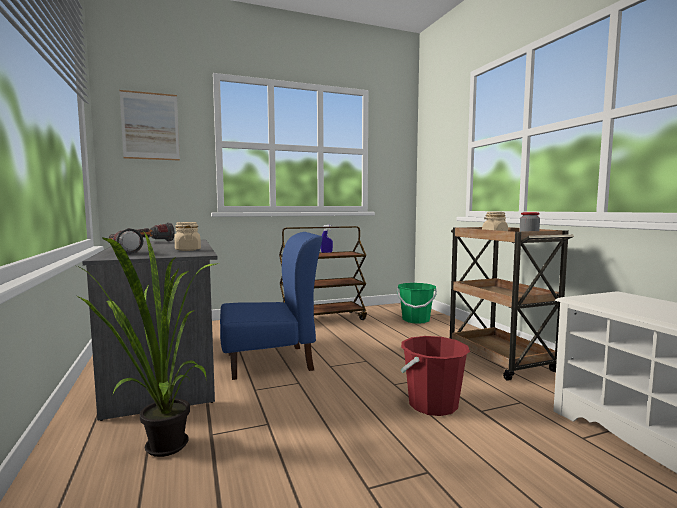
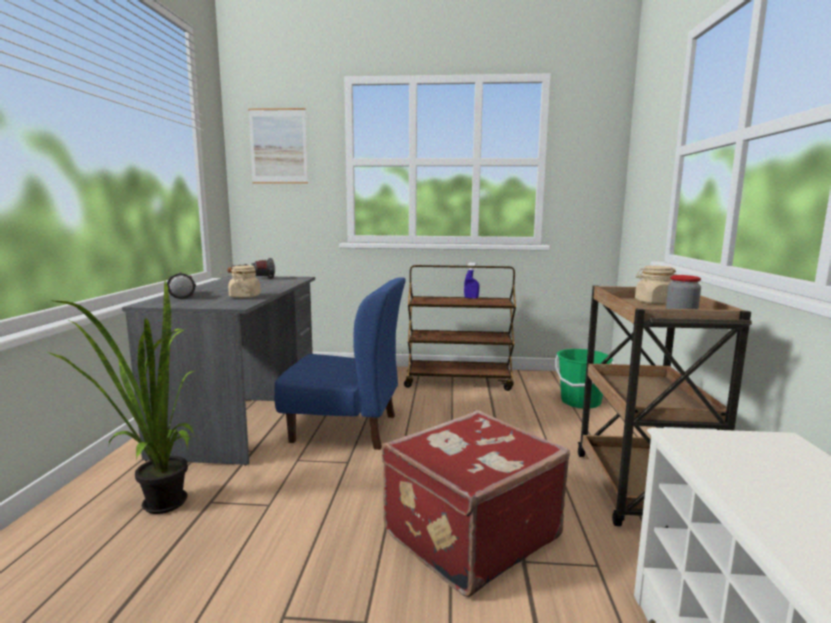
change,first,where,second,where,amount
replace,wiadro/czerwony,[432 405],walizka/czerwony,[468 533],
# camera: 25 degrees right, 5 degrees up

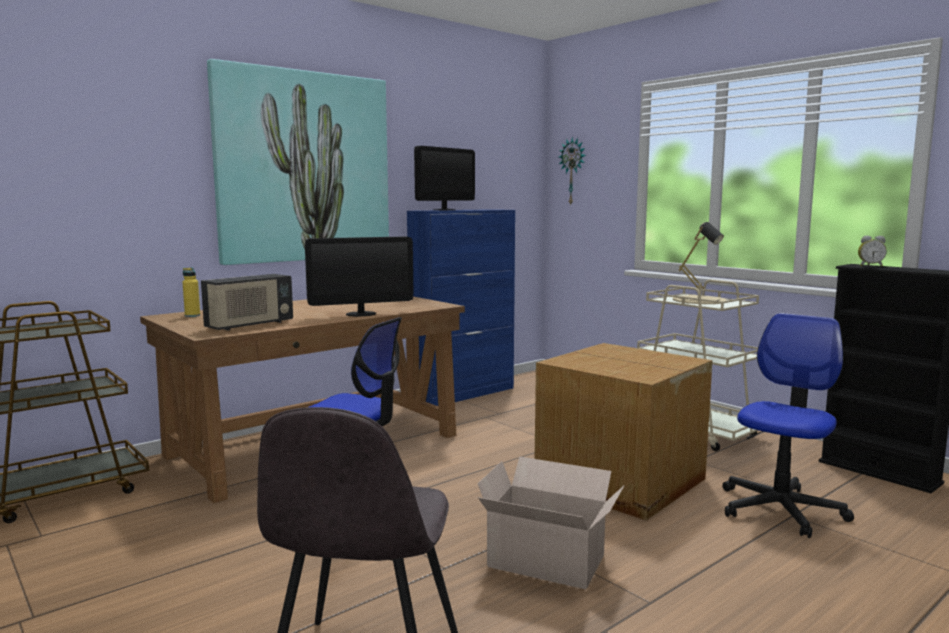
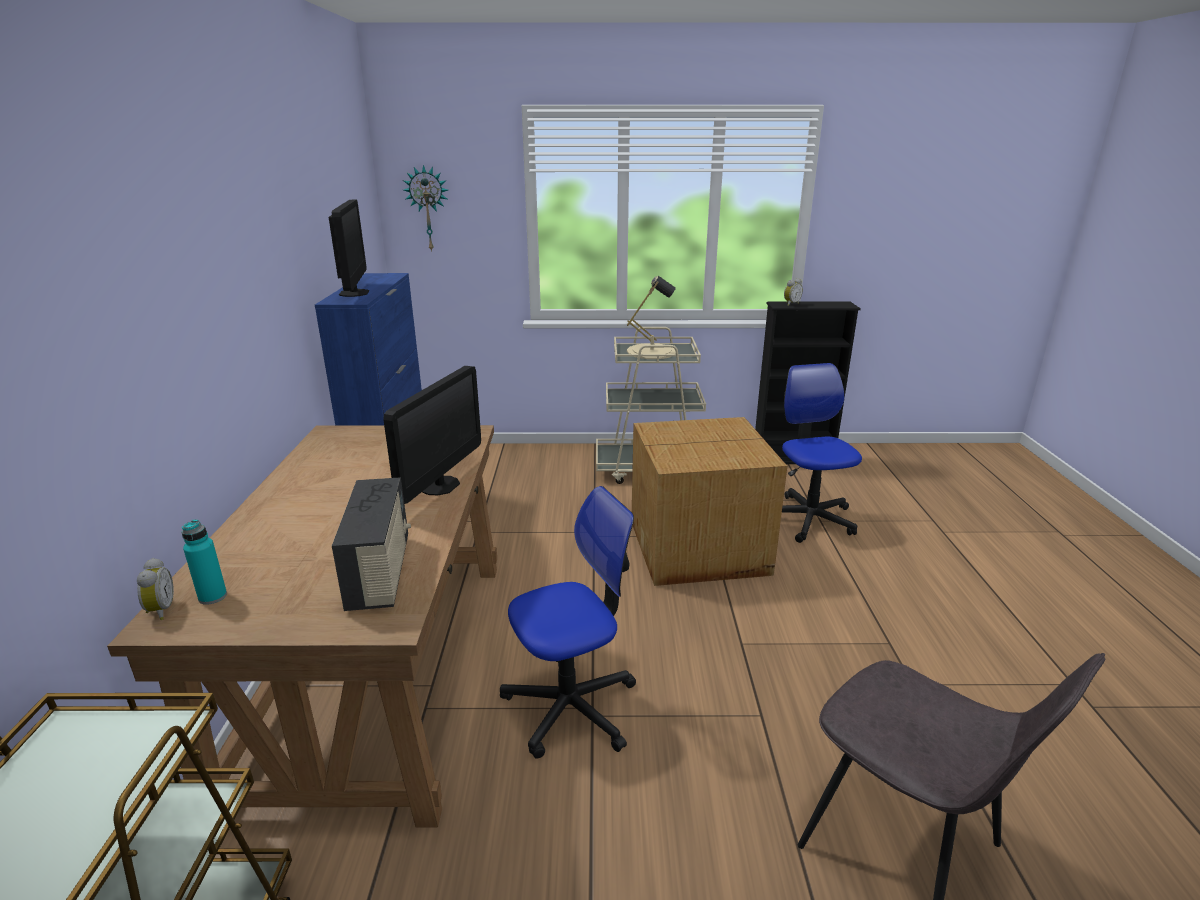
change,first,where,second,where,amount
delete,obraz,[304 167],,,
delete,karton,[549 562],,,
insert,,,budzik,[159 611],
recolor,butelka/żółty,[192 315],butelka/turkusowy,[212 597],
# camera: 50 degrees left, 15 degrees up

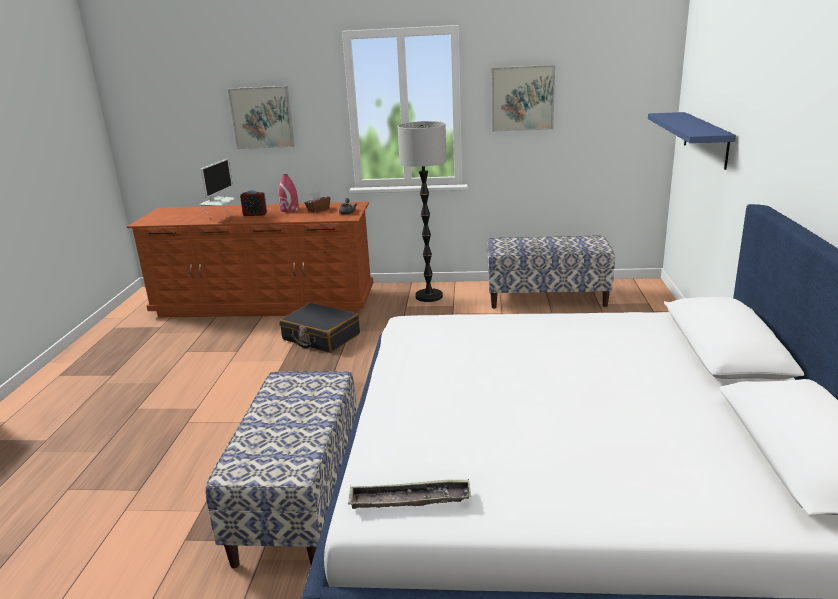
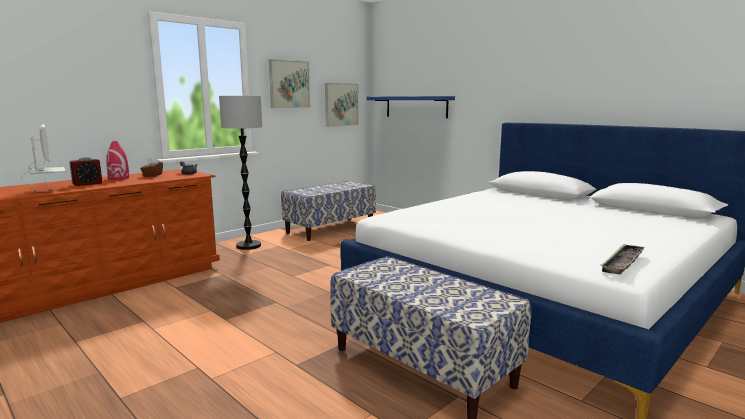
change,first,where,second,where,amount
delete,walizka/czarny,[321 337],,,
move,obraz,[262 117],,[341 104],
# camera: 50 degrees left, 10 degrees down

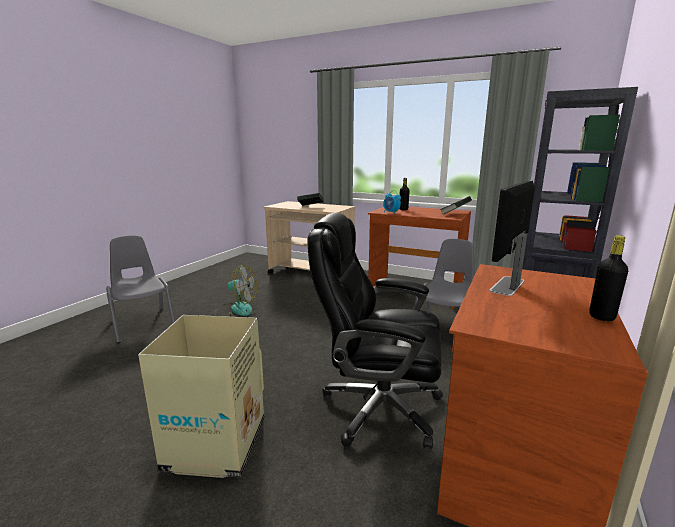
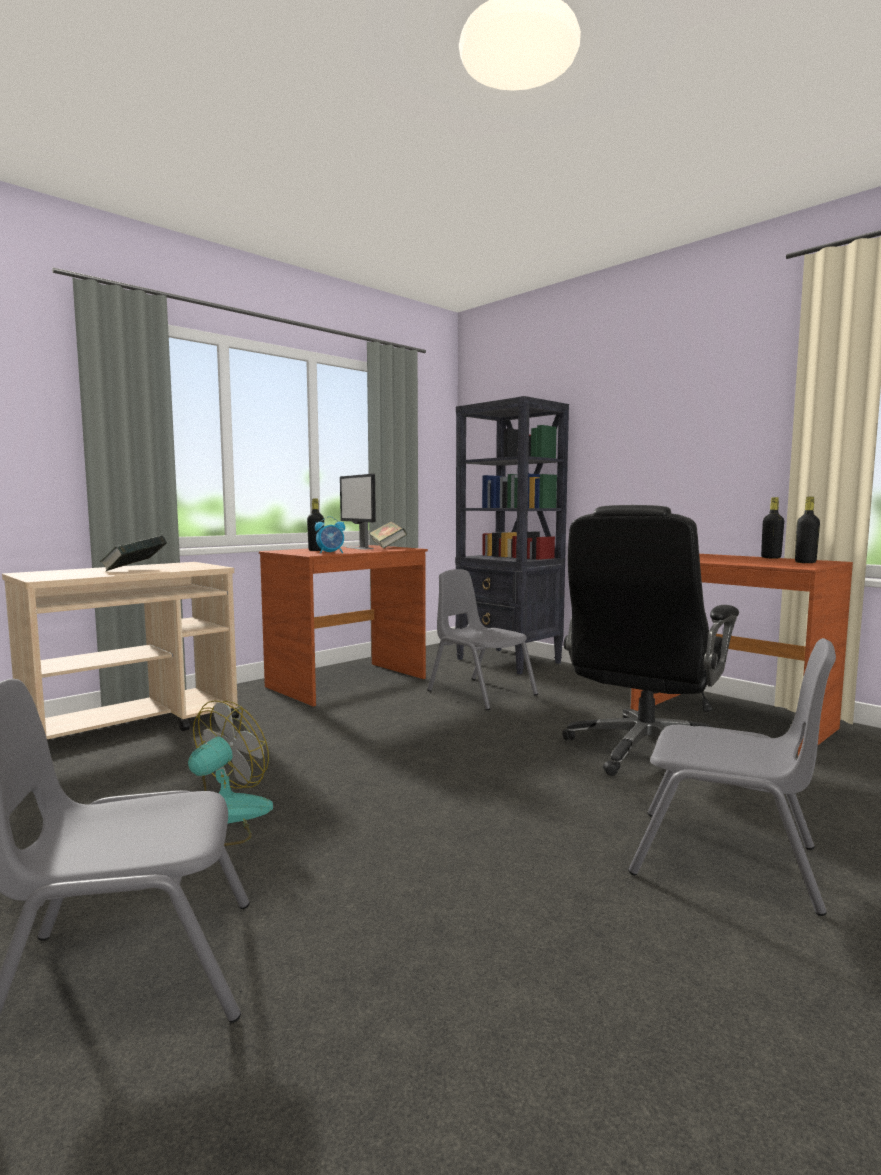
change,first,where,second,where,amount
insert,,,butelka/czarny,[805 562],
move,monitor,[507 286],,[359 548],
replace,karton,[214 445],krzesło/szary,[725 860],
# camera: 70 degrees left, 10 degrees down

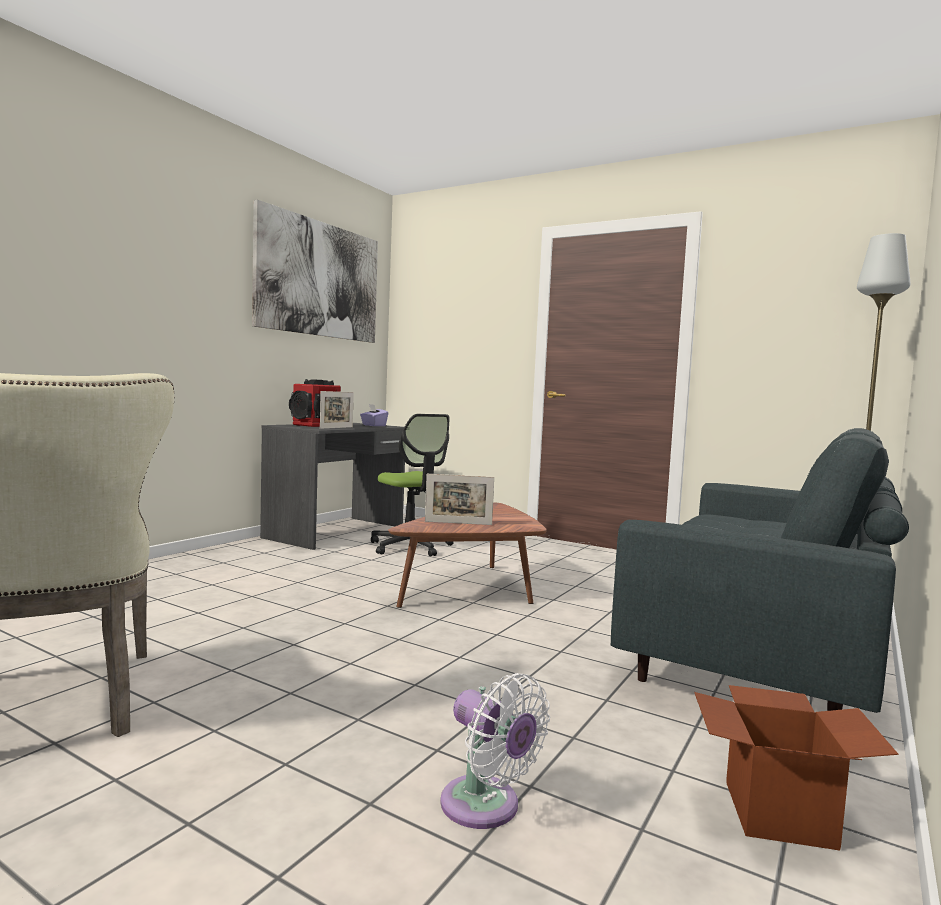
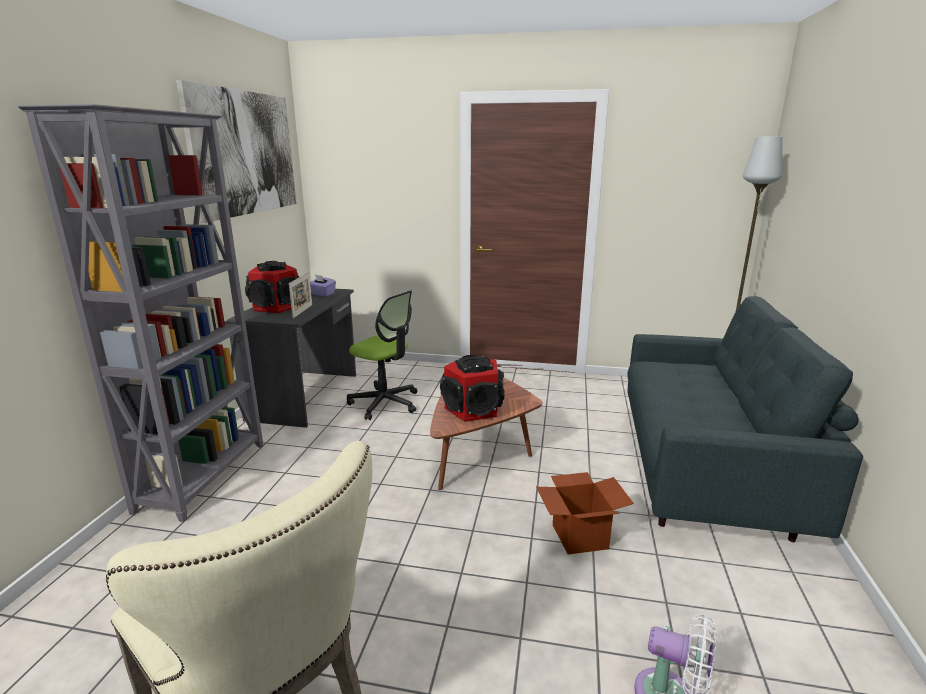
change,first,where,second,where,amount
insert,,,regał/szary,[205 476],
move,karton,[779 814],,[580 536],
replace,ramka na zdjęcie,[458 523],głośnik,[473 409],
# camera: 20 degrees left, 15 degrees up

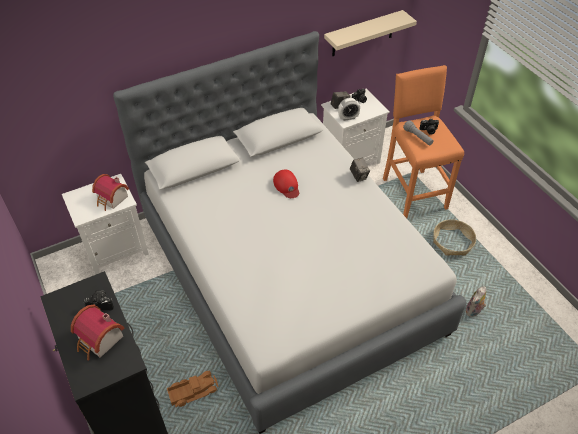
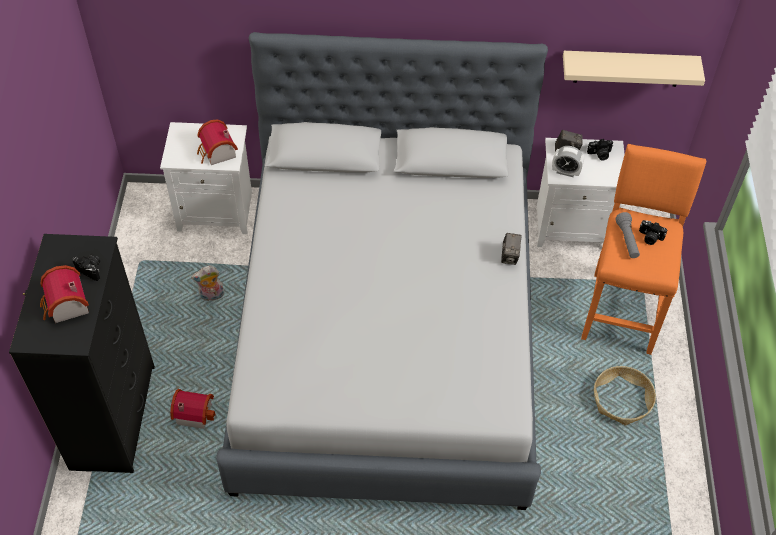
change,first,where,second,where,amount
delete,czapka z daszkiem/czerwony,[286 186],,,
move,pluszak,[473 311],,[211 296],
replace,ciężarówka zabawkowa,[192 391],domek,[194 412],
# camera: 30 degrees right, 5 degrees up

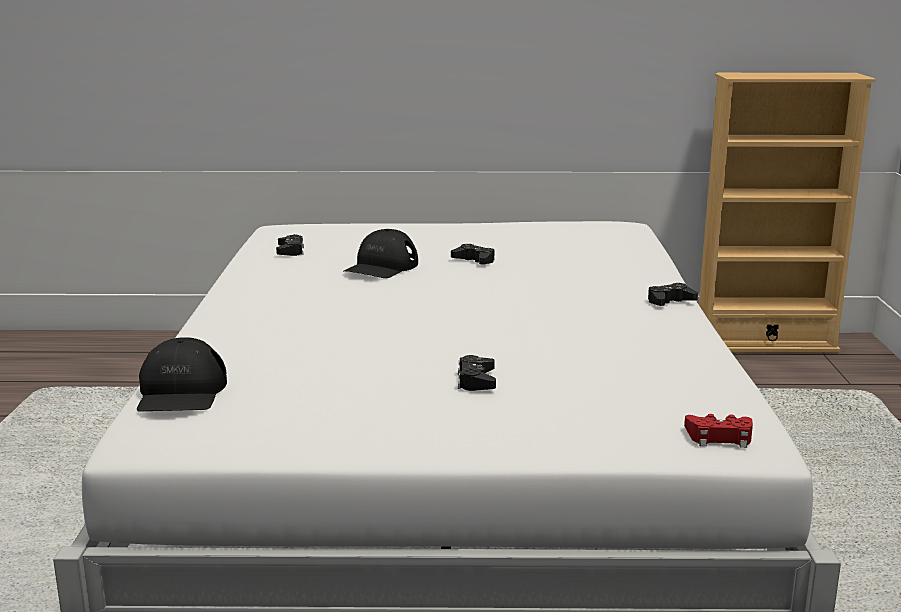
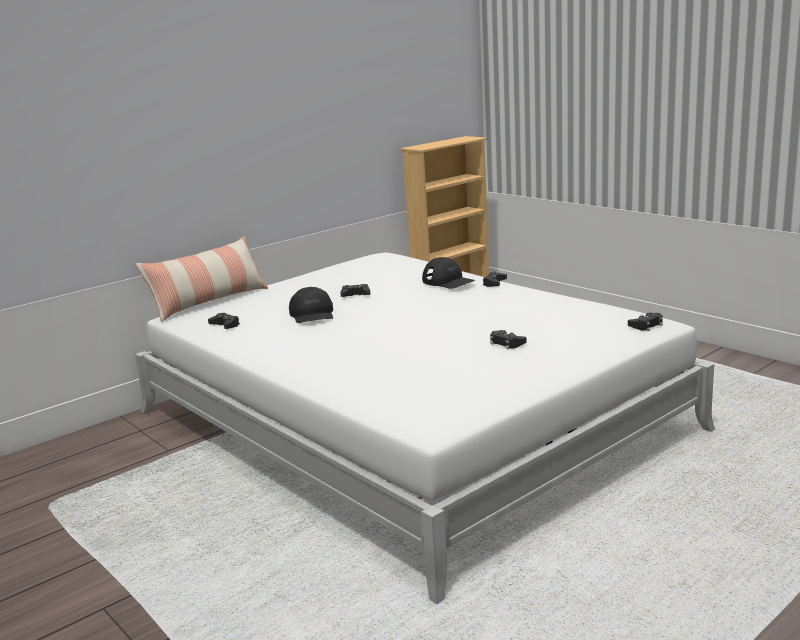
change,first,where,second,where,amount
insert,,,poduszka,[209 302],
move,czapka z daszkiem/czarny,[181 392],,[448 281],
recolor,pad do gier/czerwony,[719 437],pad do gier/czarny,[646 325],
# camera: 40 degrees left, 0 degrees up

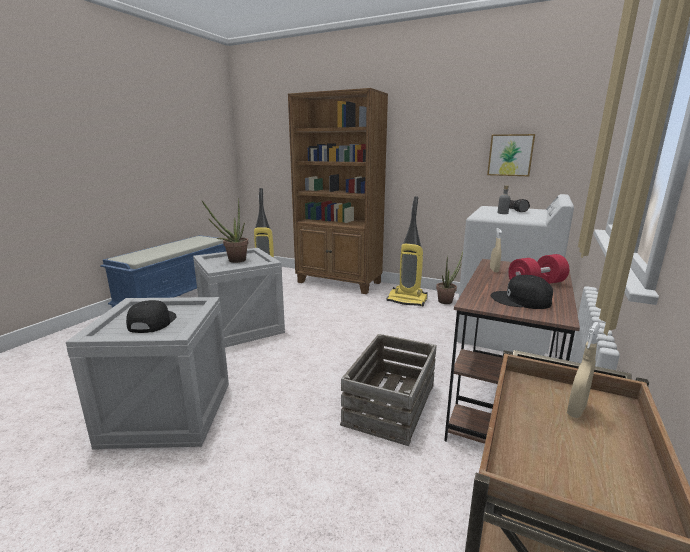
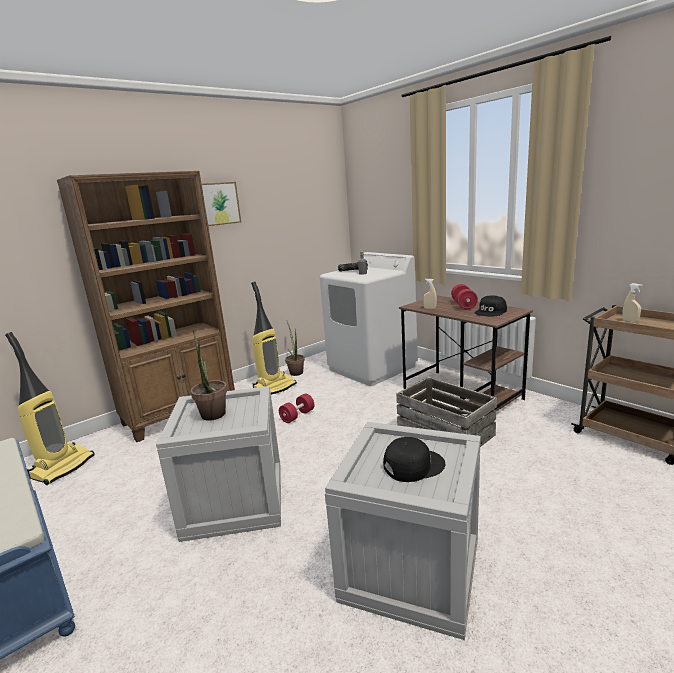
change,first,where,second,where,amount
insert,,,hantel/czerwony,[297 416],
move,obraz,[510 155],,[218 204],
rotate,czapka z daszkiem/czarny,[151 322],,[413 465],135 degrees clockwise
# camera: 65 degrees left, 0 degrees up

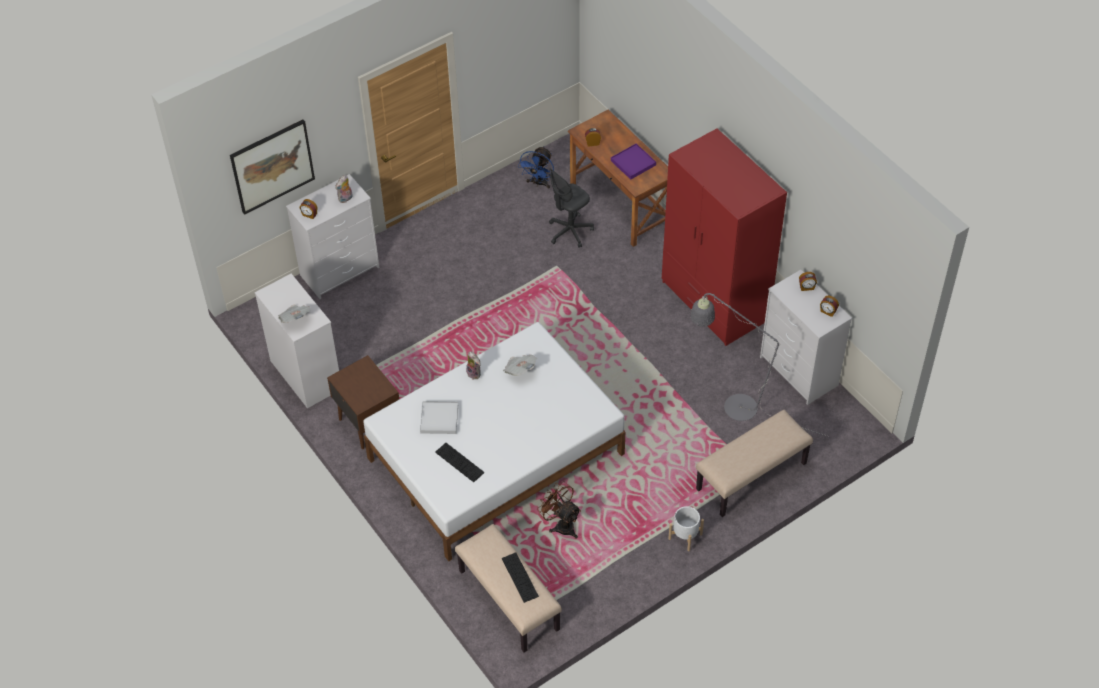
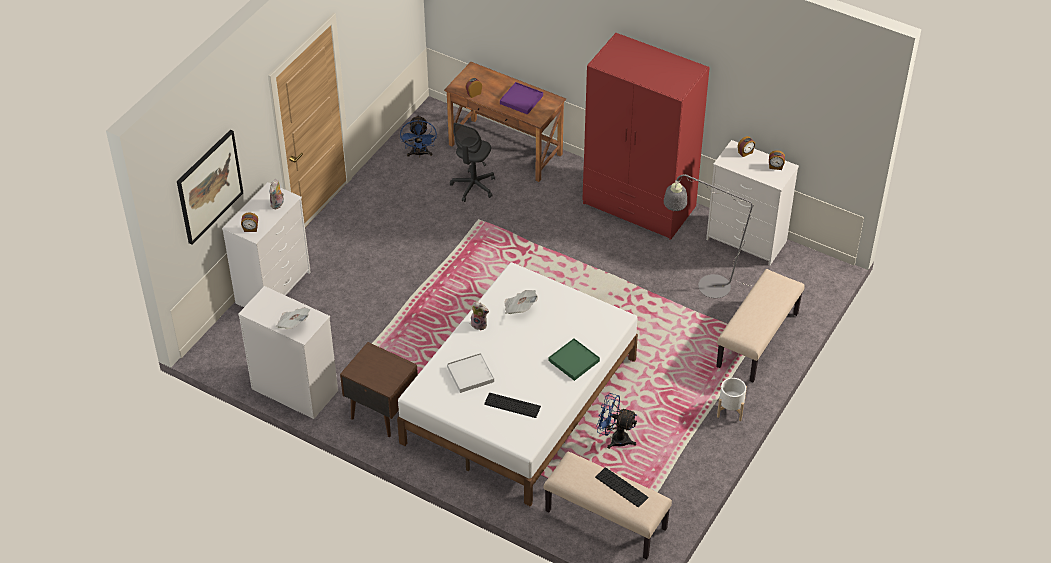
change,first,where,second,where,amount
insert,,,taca/zielony,[574 361],
recolor,wentylator/brązowy,[561 525],wentylator/niebieski,[615 438],
# camera: 25 degrees left, 5 degrees down

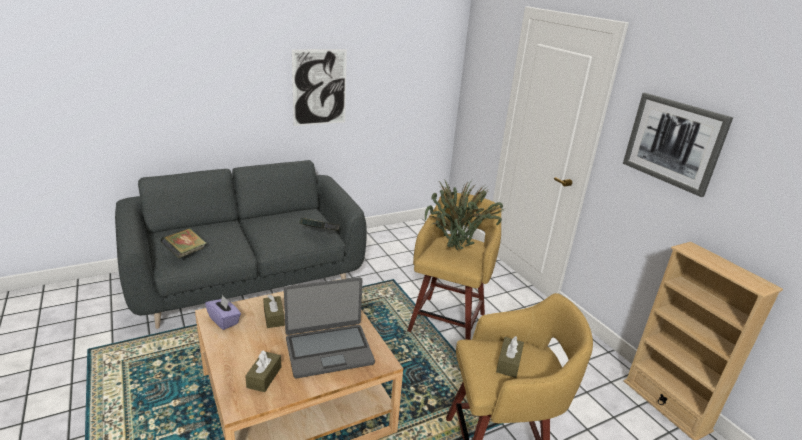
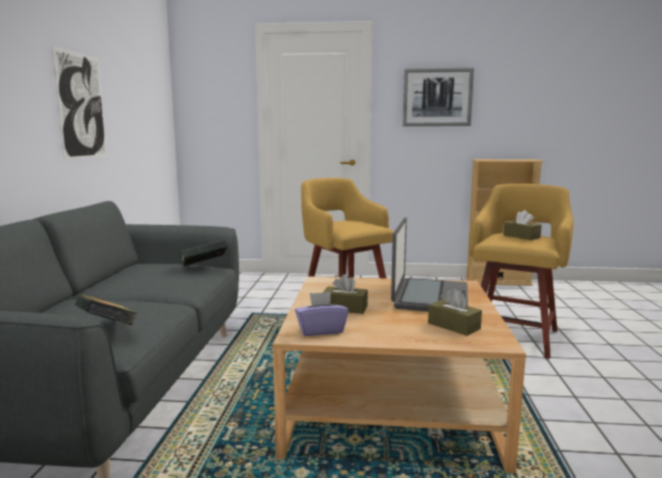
change,first,where,second,where,amount
delete,roślina doniczkowa,[456 252],,,
# camera: 55 degrees left, 15 degrees down

